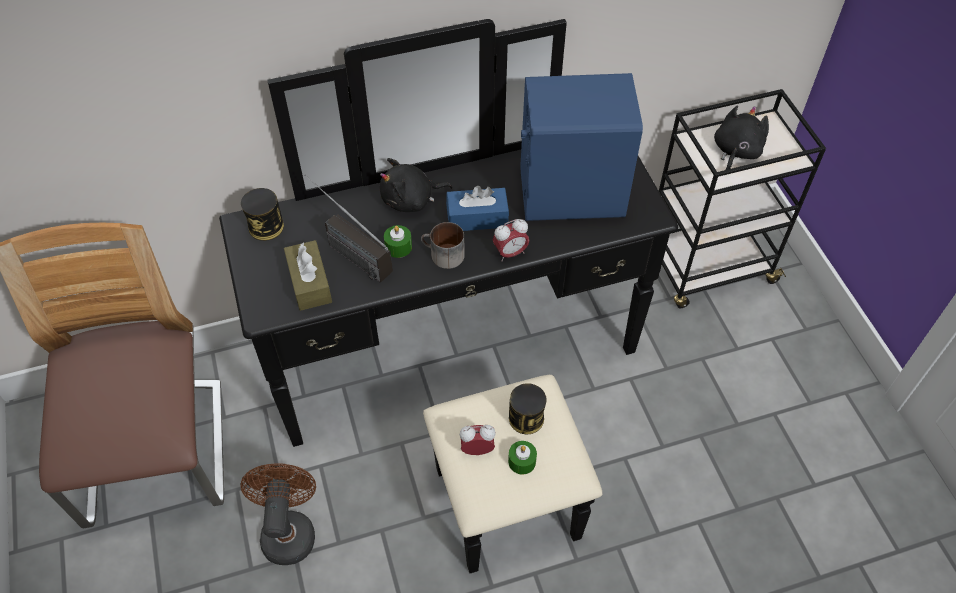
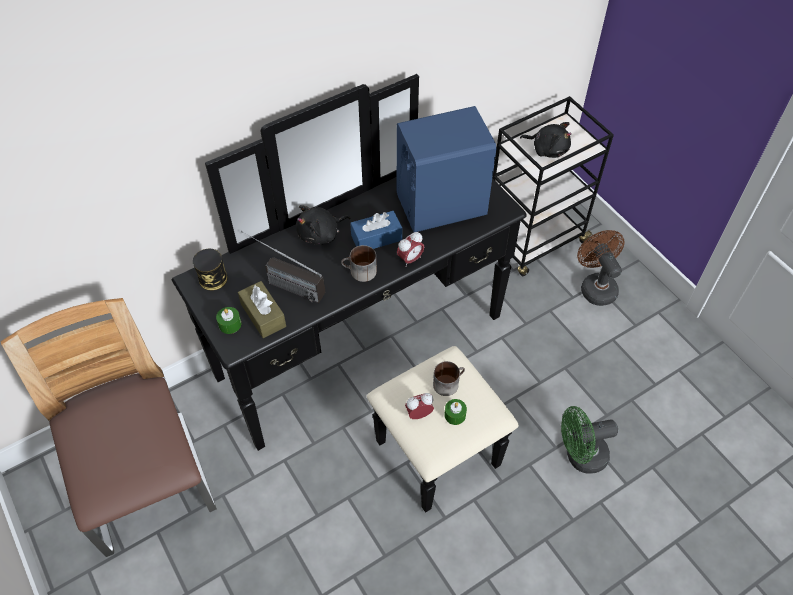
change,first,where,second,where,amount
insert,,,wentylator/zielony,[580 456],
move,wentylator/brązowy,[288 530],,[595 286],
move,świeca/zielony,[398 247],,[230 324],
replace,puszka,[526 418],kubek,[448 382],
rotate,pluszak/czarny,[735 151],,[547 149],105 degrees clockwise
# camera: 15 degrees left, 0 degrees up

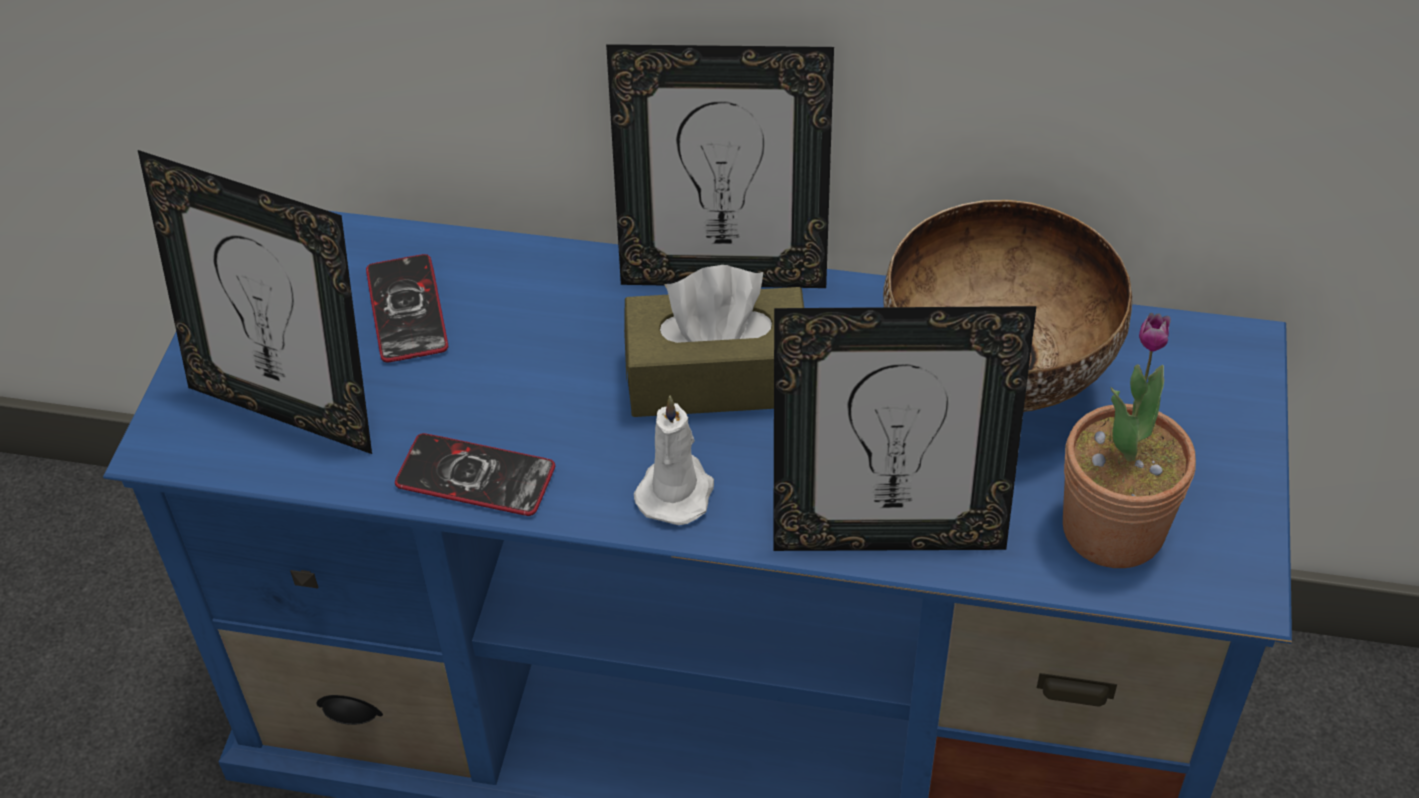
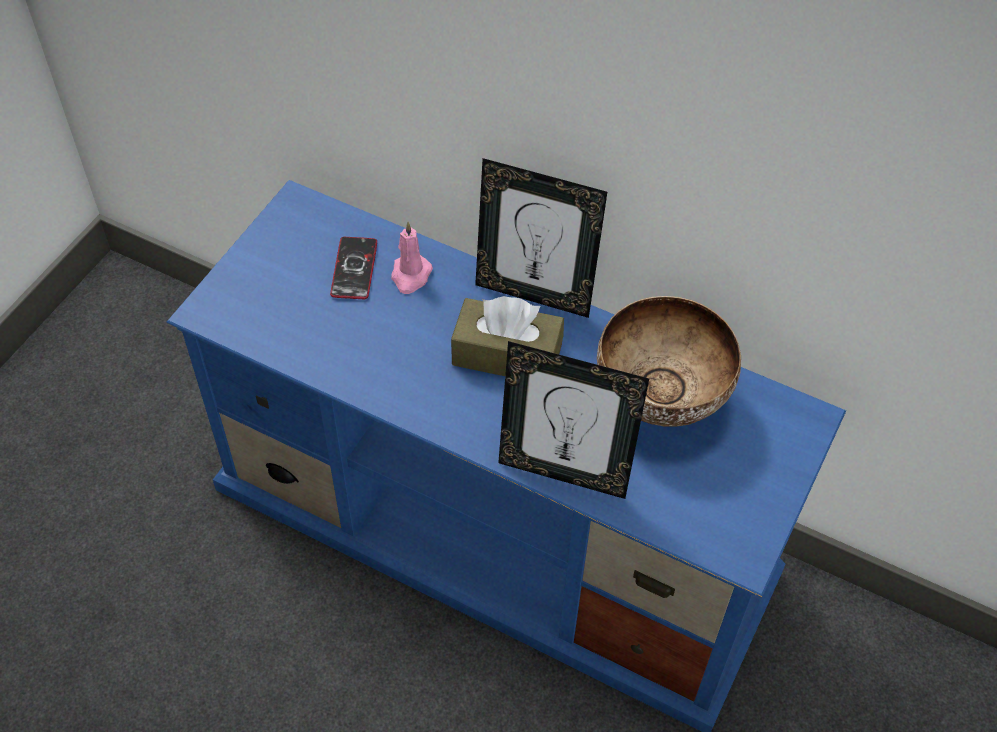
change,first,where,second,where,amount
delete,ramka na zdjęcie,[288 407],,,
delete,telefon,[475 476],,,
delete,świeca/biały,[676 491],,,
delete,roślina doniczkowa,[1113 529],,,
insert,,,świeca/różowy,[410 276],
# camera: 15 degrees right, 5 degrees up

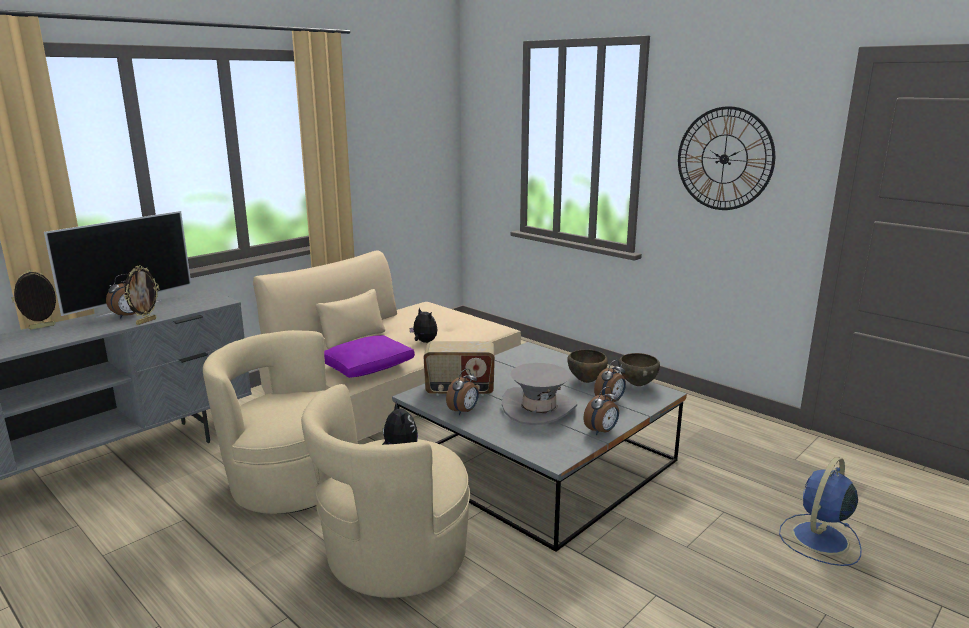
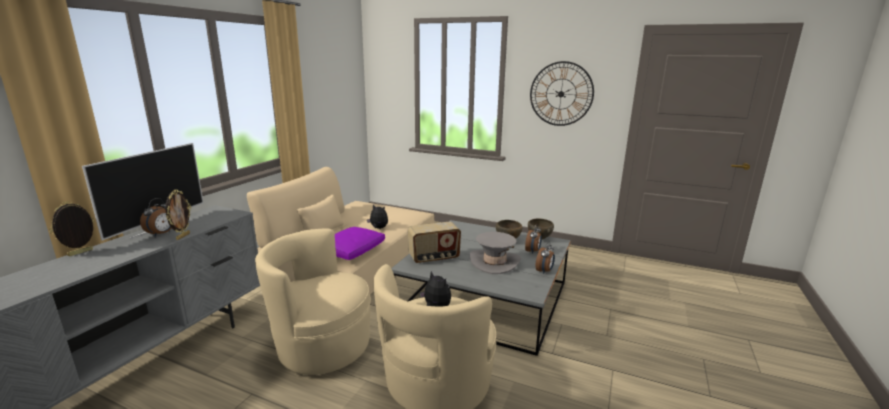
change,first,where,second,where,amount
delete,budzik,[464 411],,,
delete,wentylator/niebieski,[819 539],,,
# camera: 20 degrees left, 0 degrees up

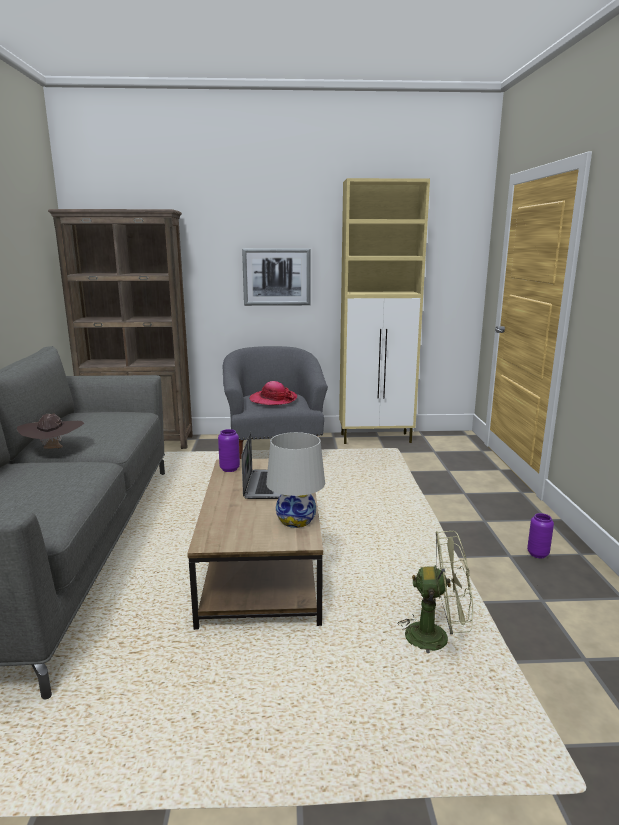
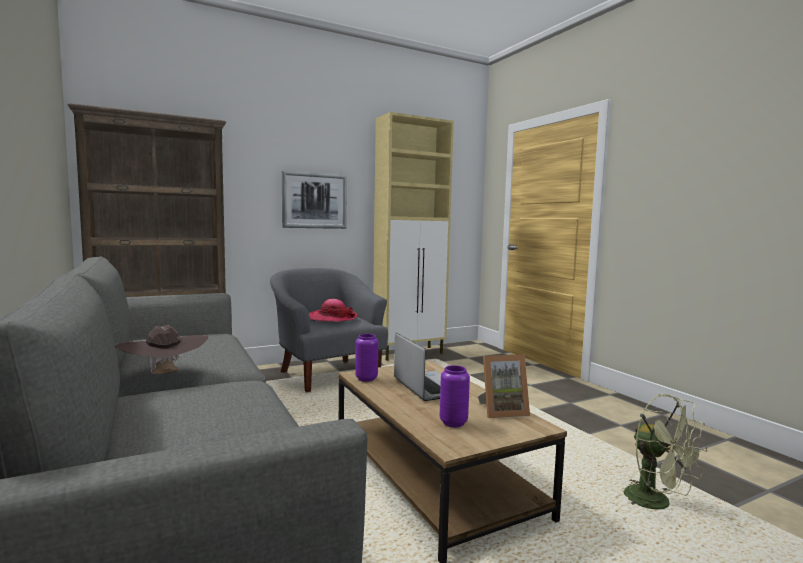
change,first,where,second,where,amount
move,wazon/fioletowy,[537 554],,[453 423],
replace,lampa stołowa/biały,[296 520],ramka na zdjęcie,[502 411],
rotate,wentylator/zielony,[436 637],,[657 503],75 degrees clockwise
# camera: 25 degrees left, 10 degrees down

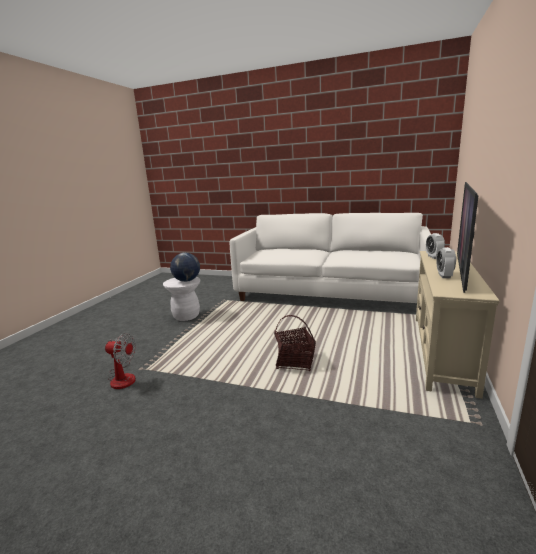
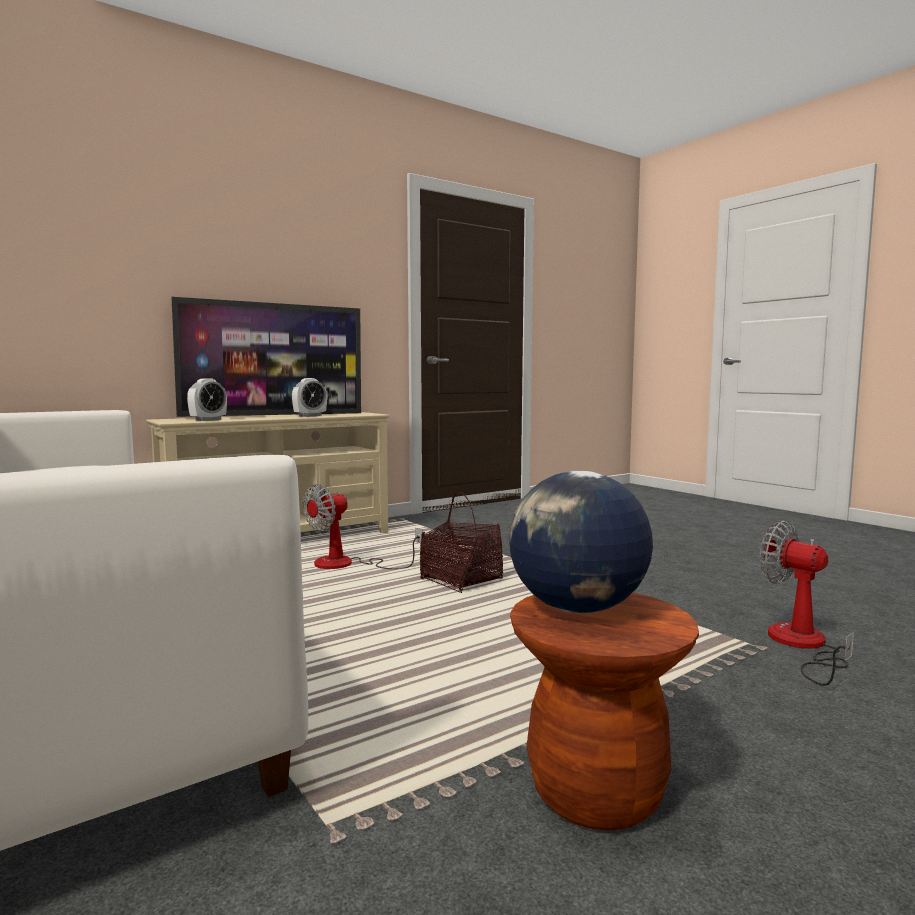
change,first,where,second,where,amount
insert,,,wentylator,[347 564],
recolor,stołek/biały,[186 316],stołek/brązowy,[596 793],
# camera: 145 degrees left, 10 degrees down

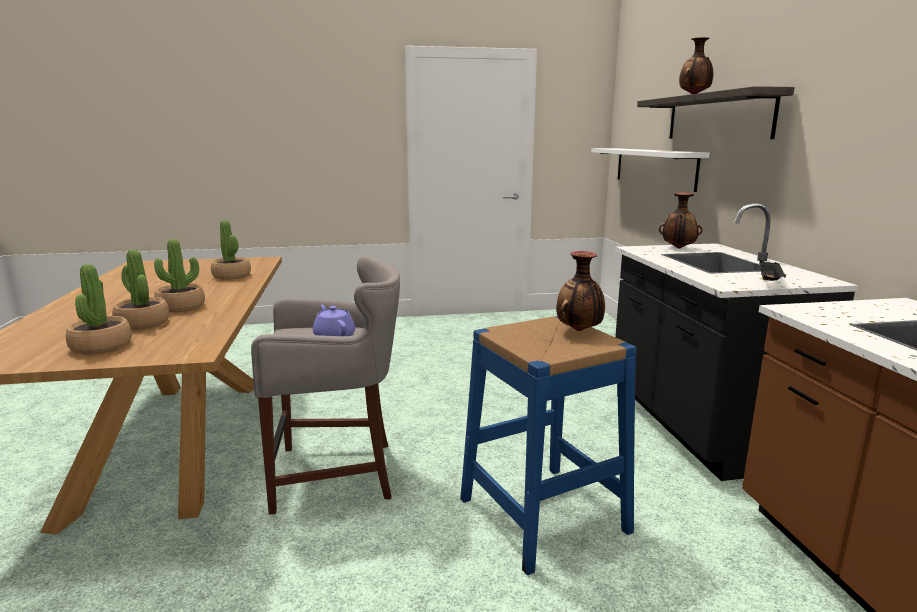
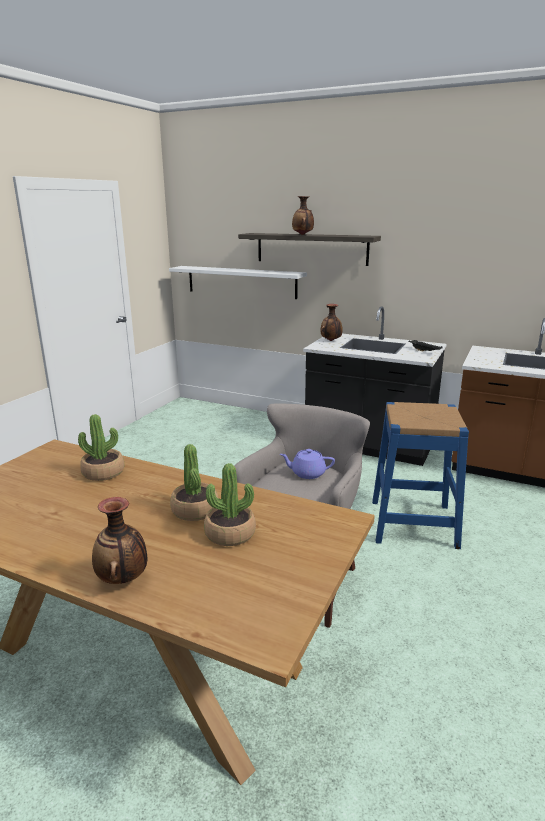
change,first,where,second,where,amount
delete,roślina doniczkowa,[101 346],,,
move,wazon,[579 330],,[123 579],
# camera: 55 degrees left, 5 degrees up

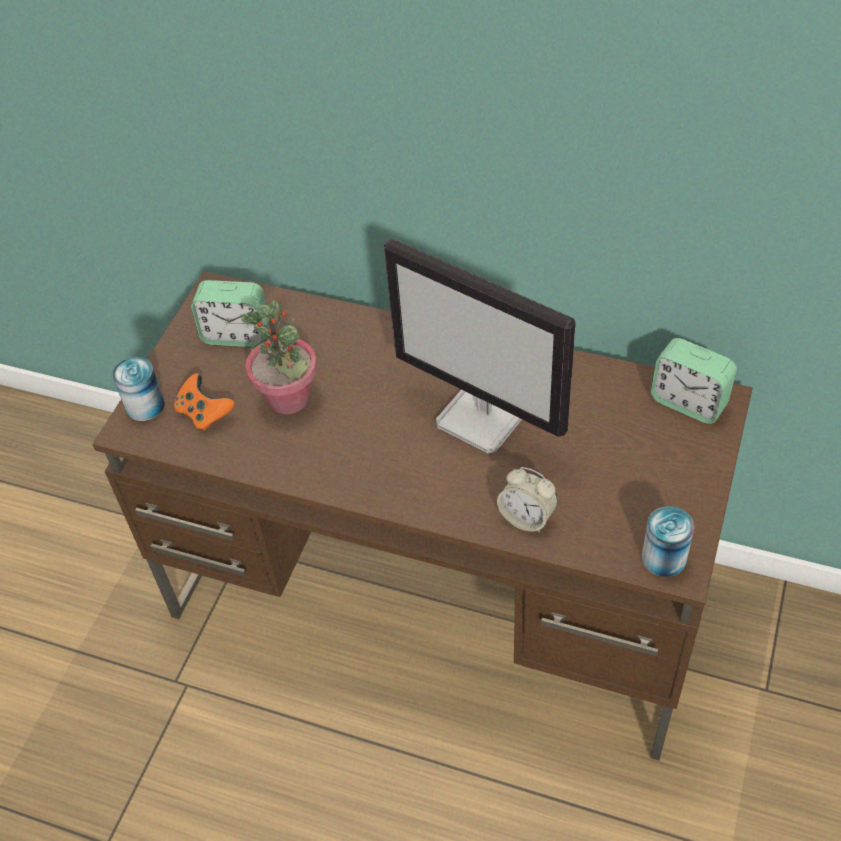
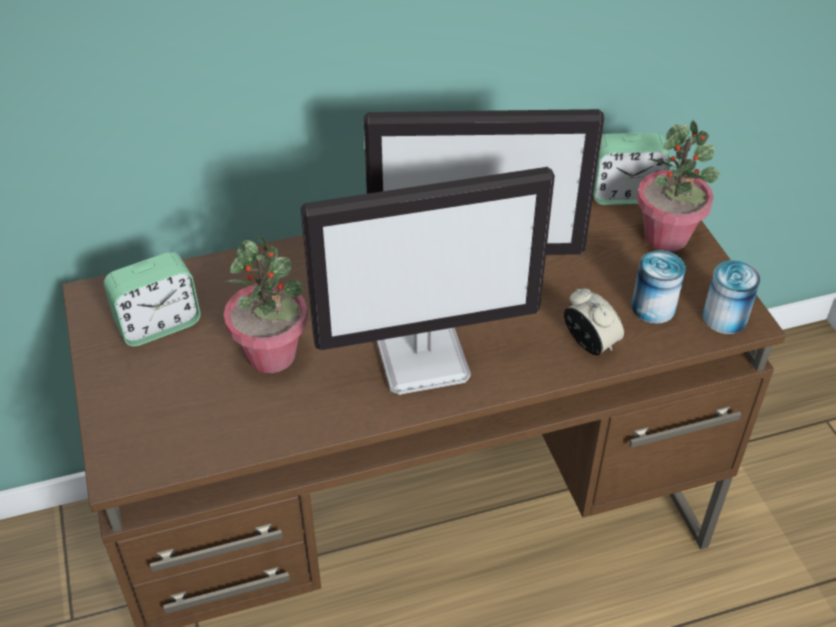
change,first,where,second,where,amount
delete,pad do gier/pomarańczowy,[204 413],,,
insert,,,monitor,[424 358],
insert,,,roślina doniczkowa,[666 237],
move,puszka,[145 406],,[653 307],
rotate,budzik,[527 517],,[590 344],120 degrees counterclockwise
# camera: 40 degrees left, 5 degrees down

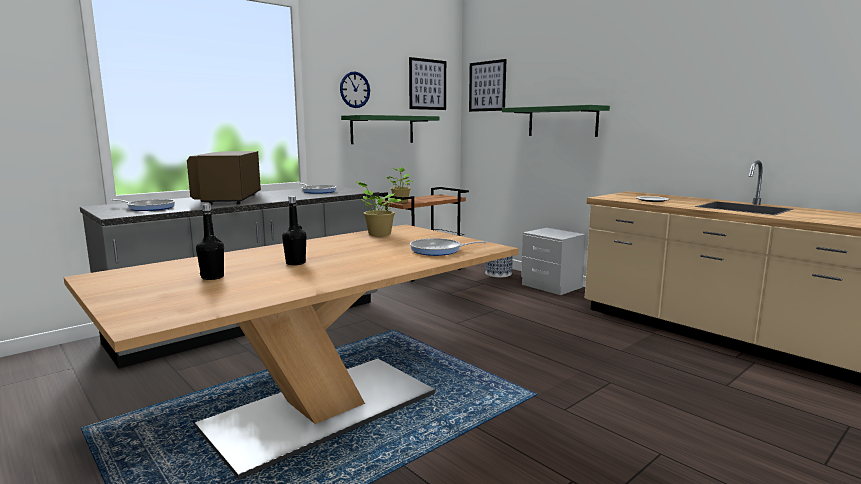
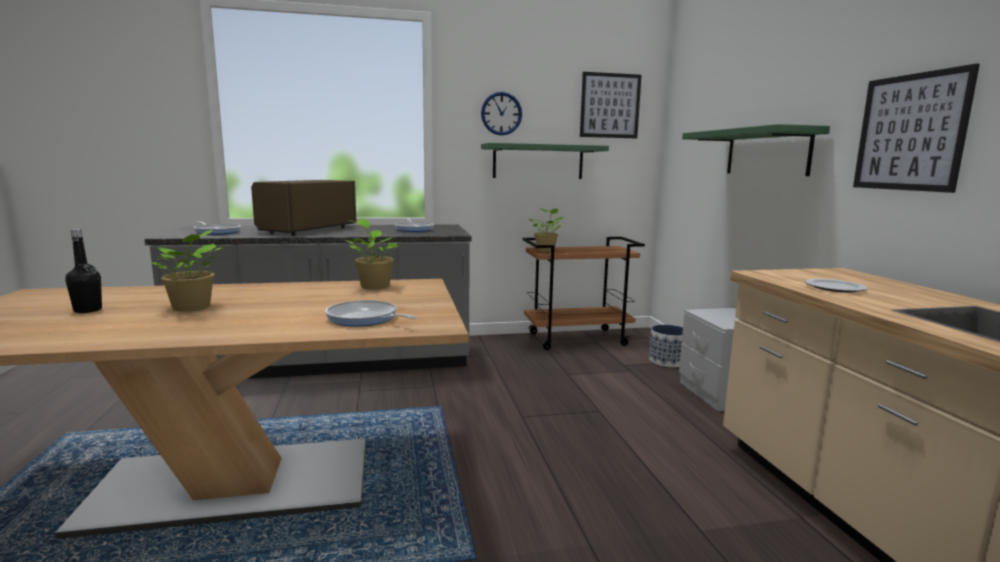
change,first,where,second,where,amount
move,obraz,[487 86],,[910 132],
replace,butelka/czarny,[295 263],roślina doniczkowa,[192 308],
# camera: 30 degrees right, 0 degrees up

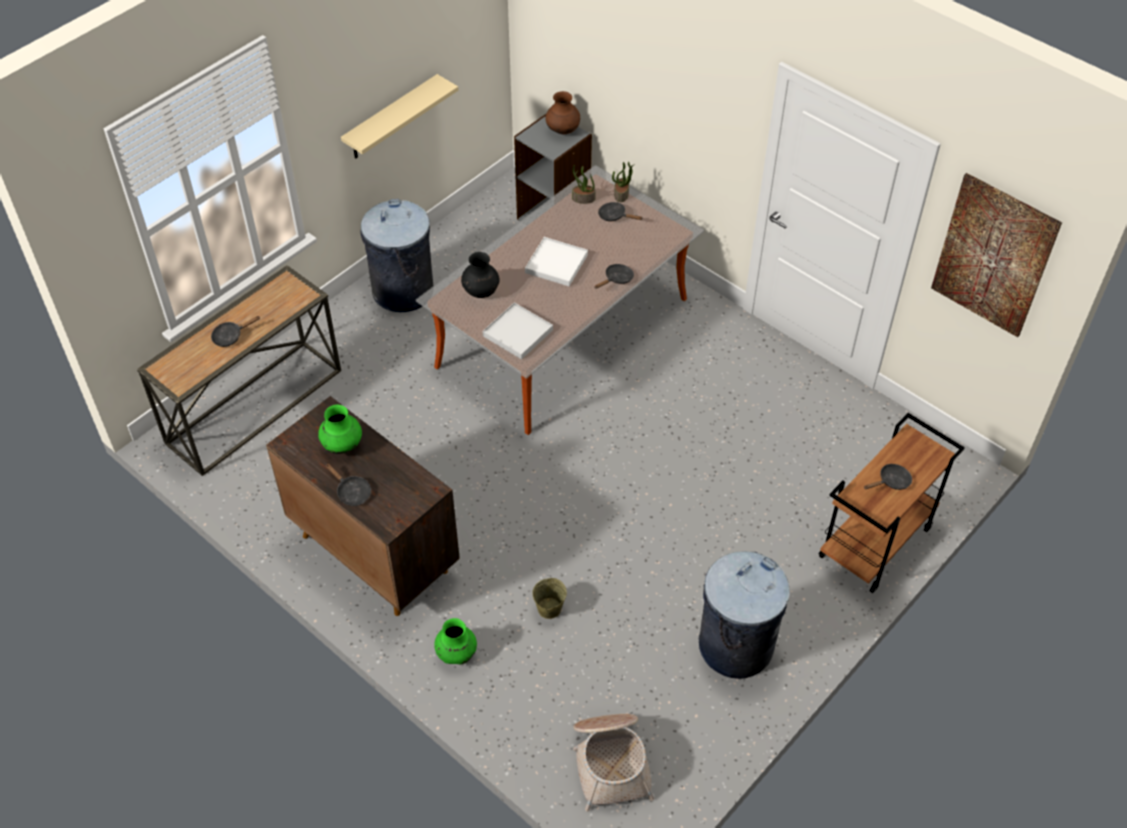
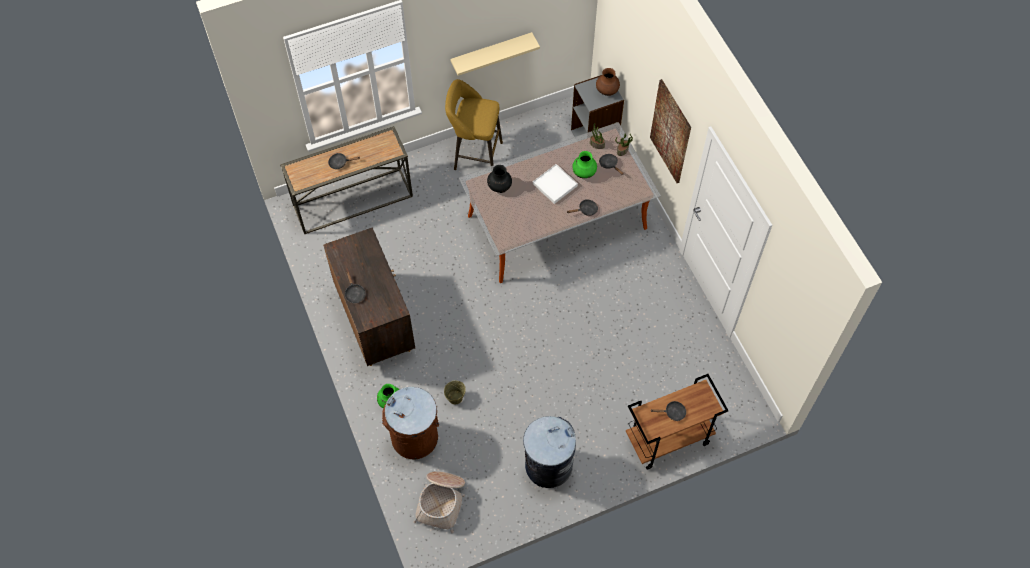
change,first,where,second,where,amount
delete,taca/biały,[517 333],,,
insert,,,kosz na śmieci/brązowy,[415 438],
move,wazon/zielony,[342 445],,[584 173],
move,obraz,[994 255],,[671 132],
replace,kosz na śmieci/szary,[402 291],stołek/żółty,[475 155],
# camera: 25 degrees right, 10 degrees up

